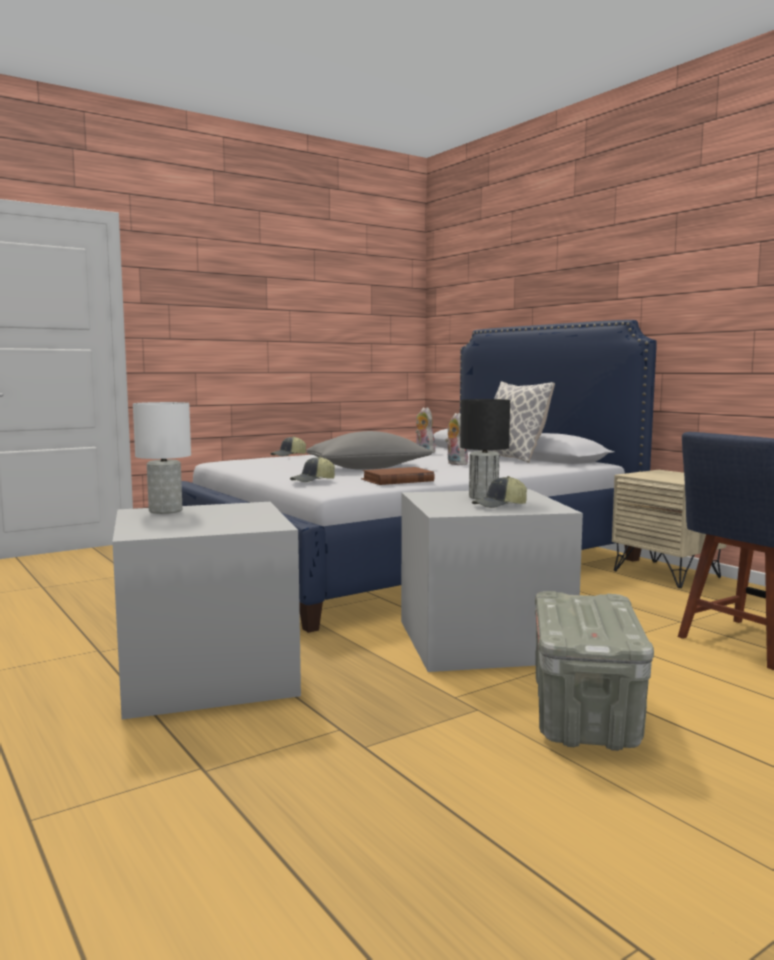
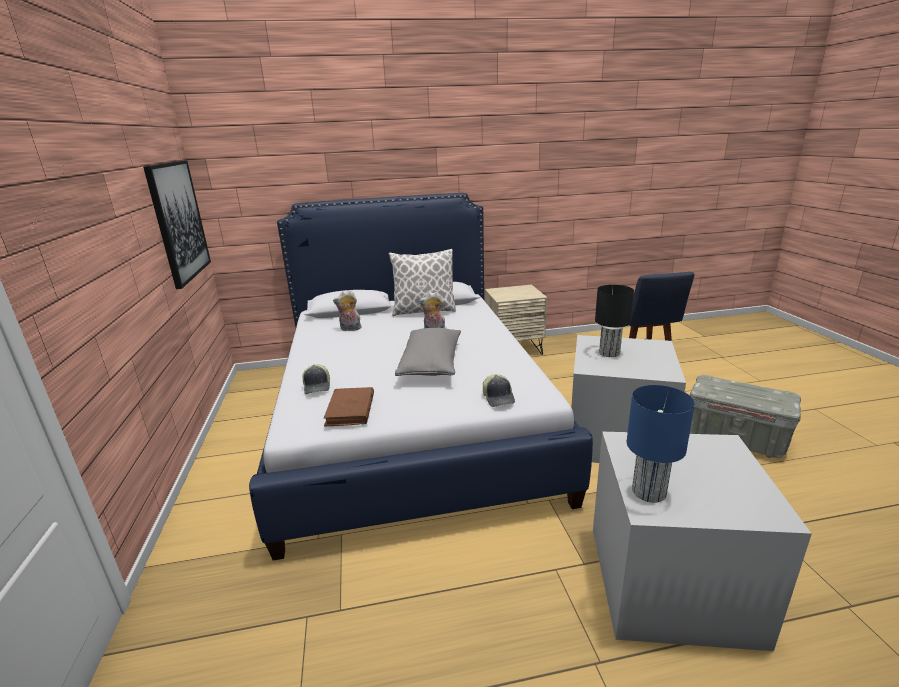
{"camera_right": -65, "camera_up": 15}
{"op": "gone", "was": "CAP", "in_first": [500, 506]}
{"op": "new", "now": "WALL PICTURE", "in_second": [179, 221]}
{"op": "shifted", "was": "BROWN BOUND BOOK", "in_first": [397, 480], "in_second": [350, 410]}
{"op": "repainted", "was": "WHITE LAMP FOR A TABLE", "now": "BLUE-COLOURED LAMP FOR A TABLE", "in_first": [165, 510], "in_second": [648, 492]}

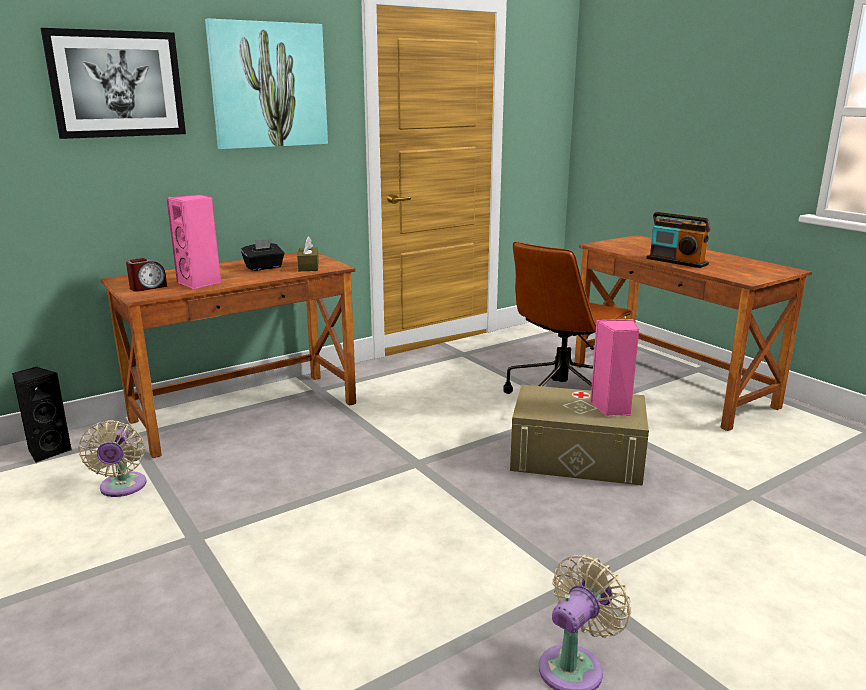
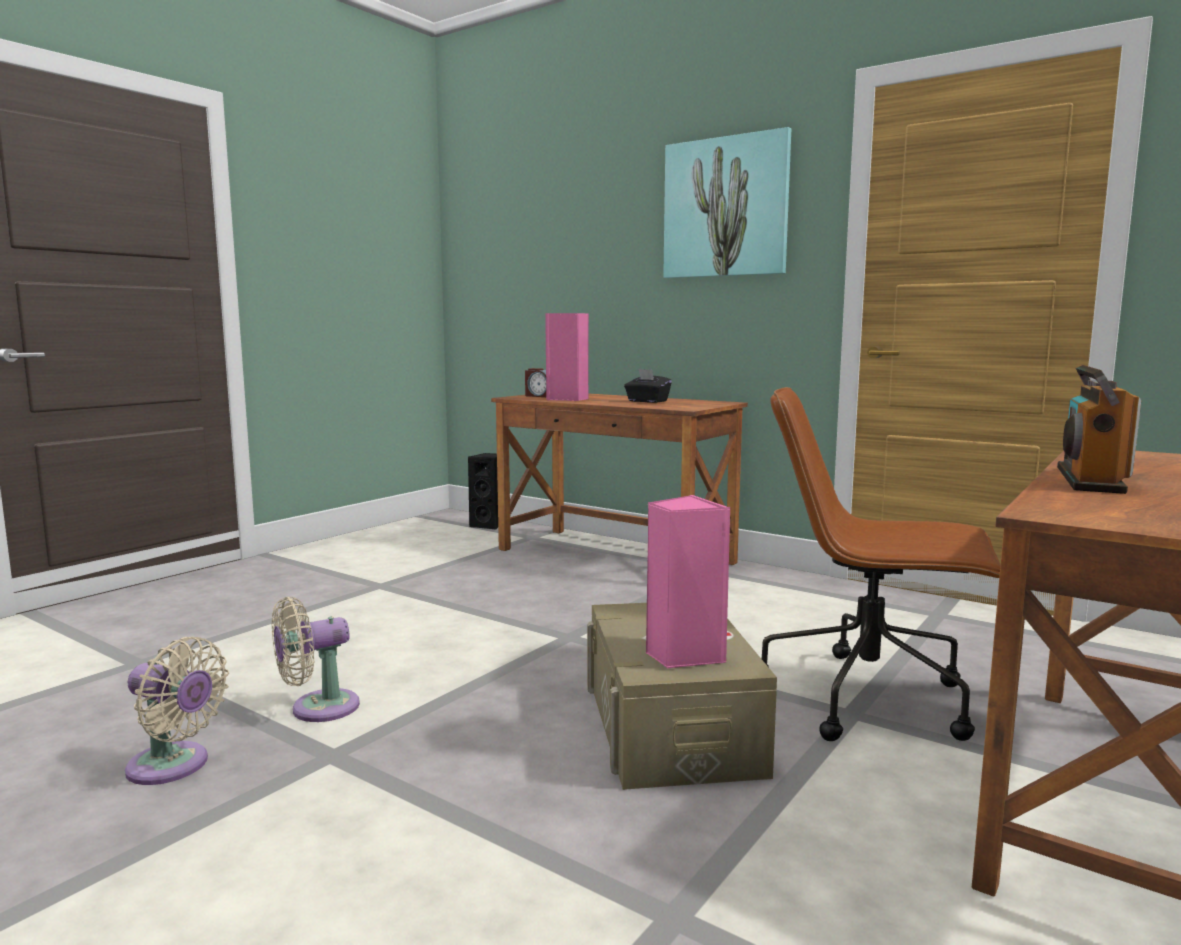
{"camera_right": 70, "camera_up": -10}
{"op": "gone", "was": "WALL PICTURE", "in_first": [117, 84]}
{"op": "gone", "was": "BROWN TISSUE HOLDER", "in_first": [308, 266]}
{"op": "shifted", "was": "SAND-COLOURED FAN", "in_first": [122, 488], "in_second": [318, 709]}

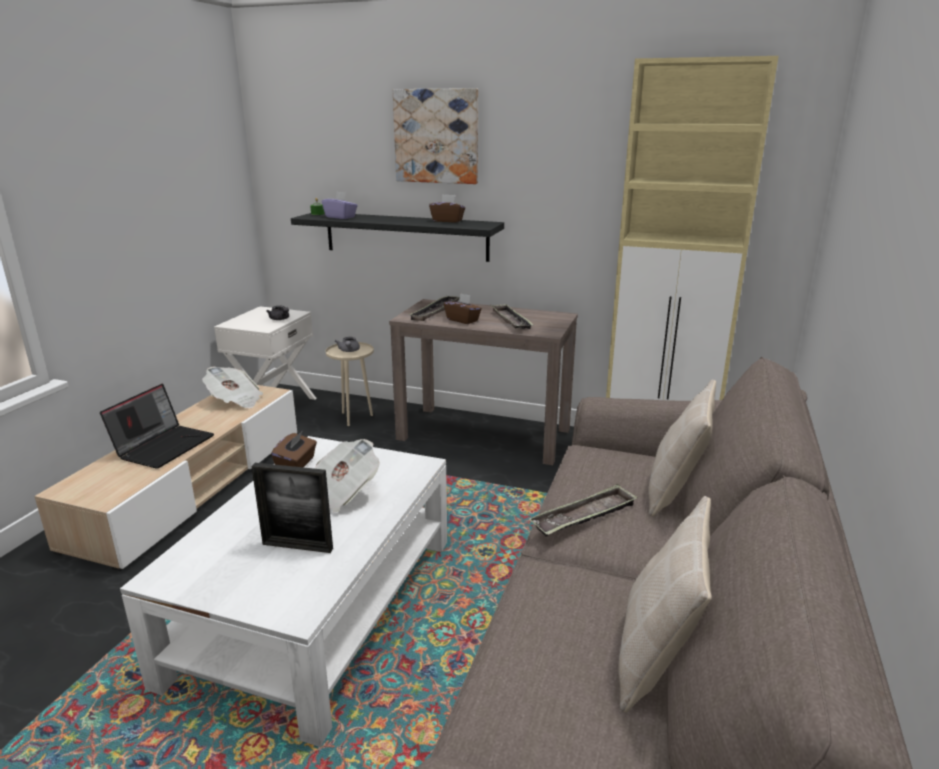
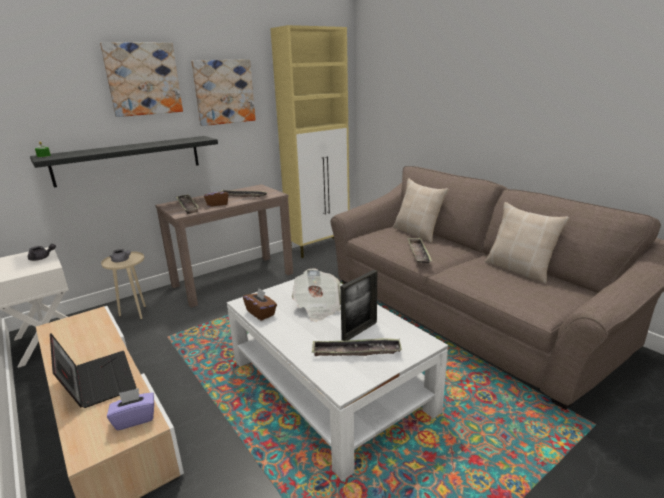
{"camera_right": -55, "camera_up": 0}
{"op": "gone", "was": "PRINTED PAPER", "in_first": [235, 400]}
{"op": "gone", "was": "BROWN TISSUE HOLDER", "in_first": [447, 220]}
{"op": "new", "now": "WALL PICTURE", "in_second": [224, 92]}
{"op": "new", "now": "SERVING TRAY", "in_second": [356, 351]}
{"op": "shifted", "was": "PURPLE-COLOURED TISSUE HOLDER", "in_first": [340, 217], "in_second": [135, 418]}

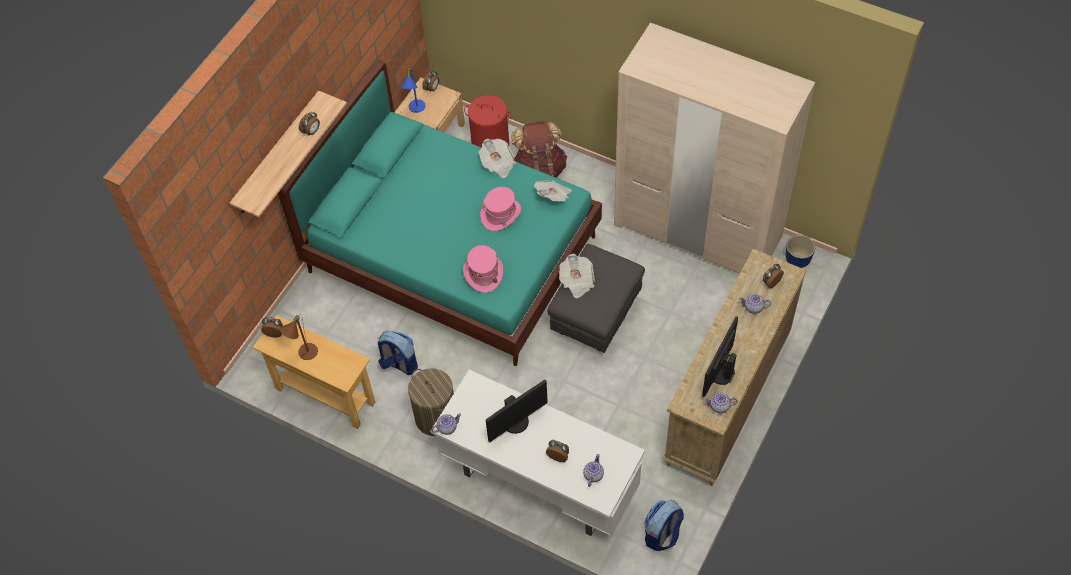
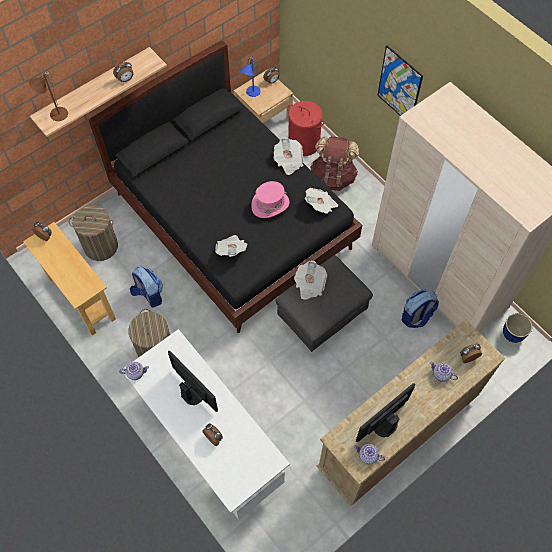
{"camera_right": 20, "camera_up": 5}
{"op": "gone", "was": "TEA POT", "in_first": [593, 475]}
{"op": "new", "now": "HAMPER", "in_second": [101, 246]}
{"op": "new", "now": "WALL PICTURE", "in_second": [399, 85]}
{"op": "shifted", "was": "BROWN LAMP FOR A TABLE", "in_first": [304, 352], "in_second": [55, 114]}
{"op": "shifted", "was": "KNAPSACK", "in_first": [662, 534], "in_second": [416, 317]}
{"op": "swapped", "was": "PINK-COLOURED CLOTHING HAT", "now": "PRINTED PAPER", "in_first": [483, 273], "in_second": [231, 250]}
{"op": "repainted", "was": "BLUE-GREEN SLEEPING BED", "now": "BLACK SLEEPING BED", "in_first": [453, 253], "in_second": [233, 220]}
{"op": "rotated", "was": "COMPUTER SCREEN", "in_first": [516, 422], "in_second": [193, 392], "clockwise": -120}

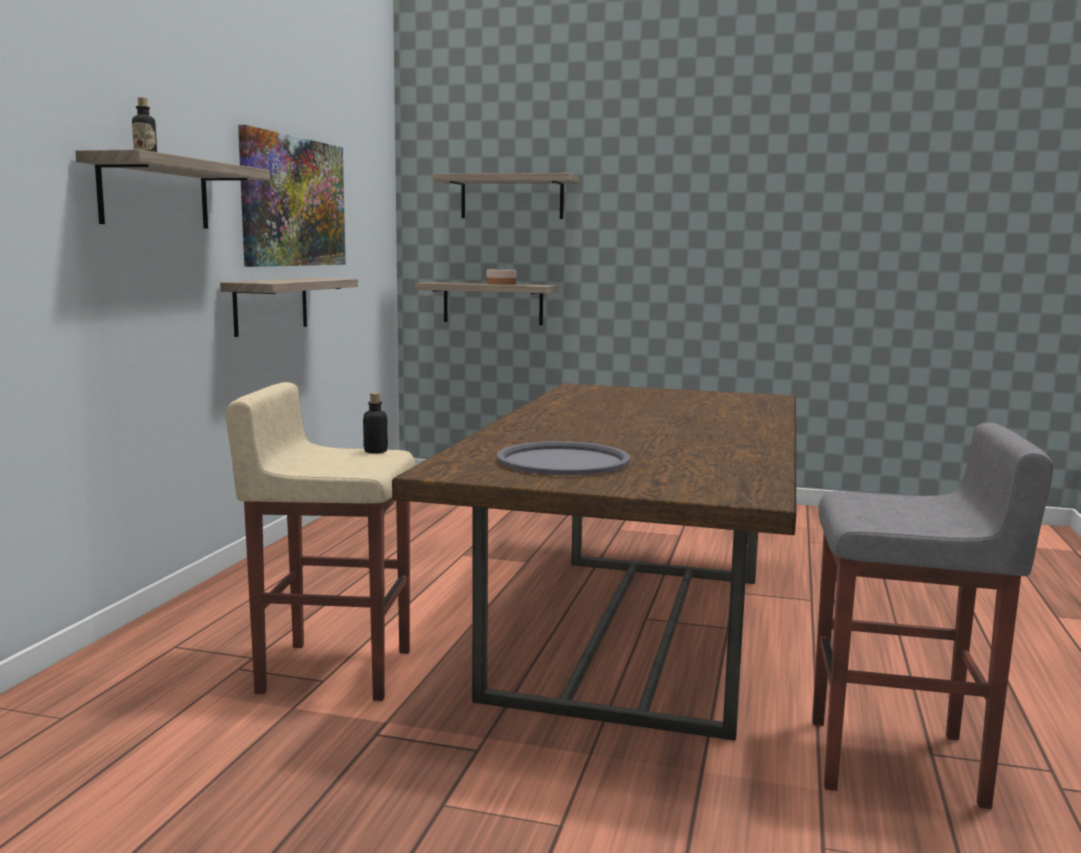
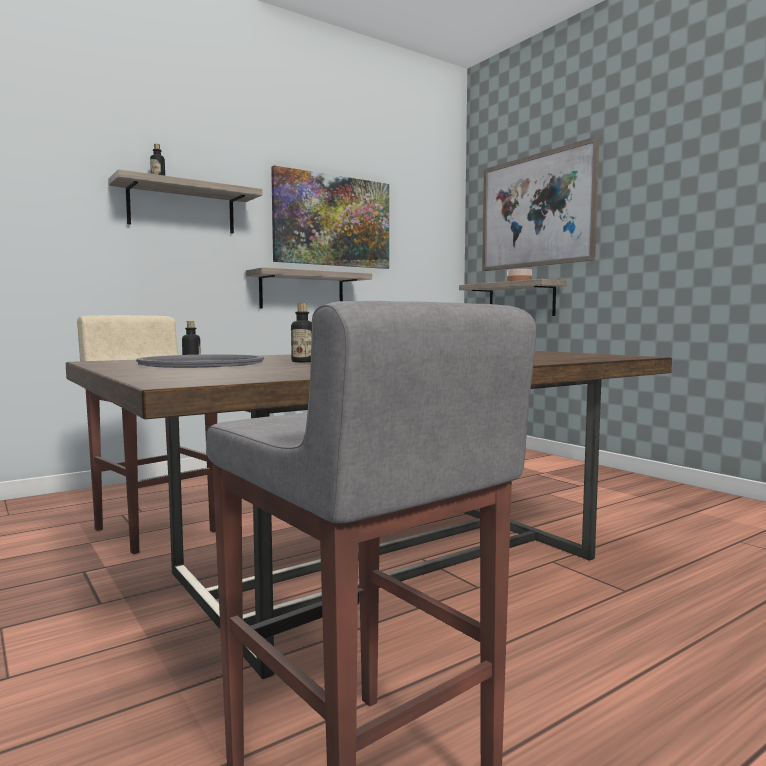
{"camera_right": 40, "camera_up": -5}
{"op": "new", "now": "DRINK BOTTLE", "in_second": [302, 361]}
{"op": "swapped", "was": "WALL SHELF", "now": "WALL PICTURE", "in_first": [512, 197], "in_second": [535, 210]}

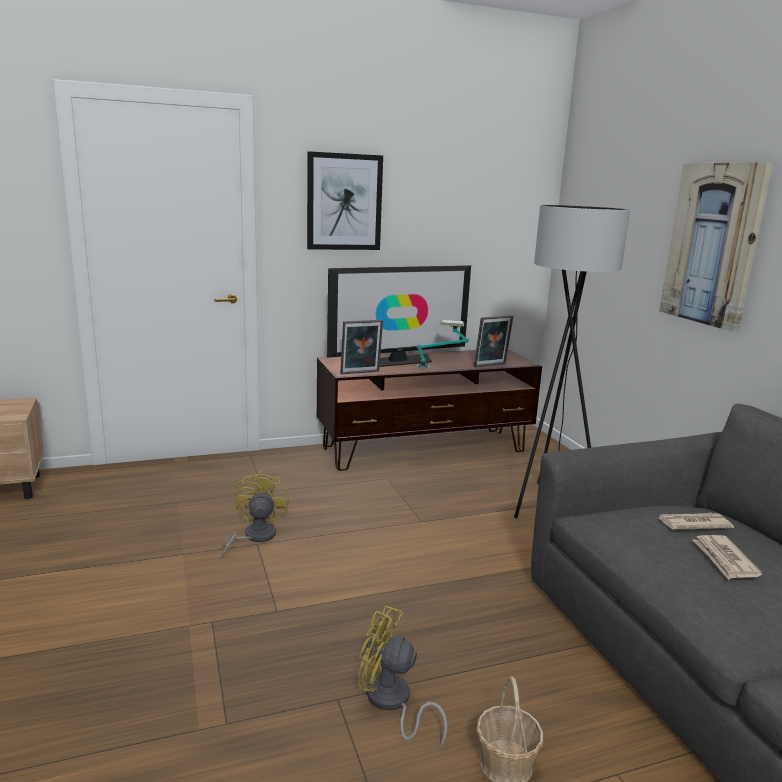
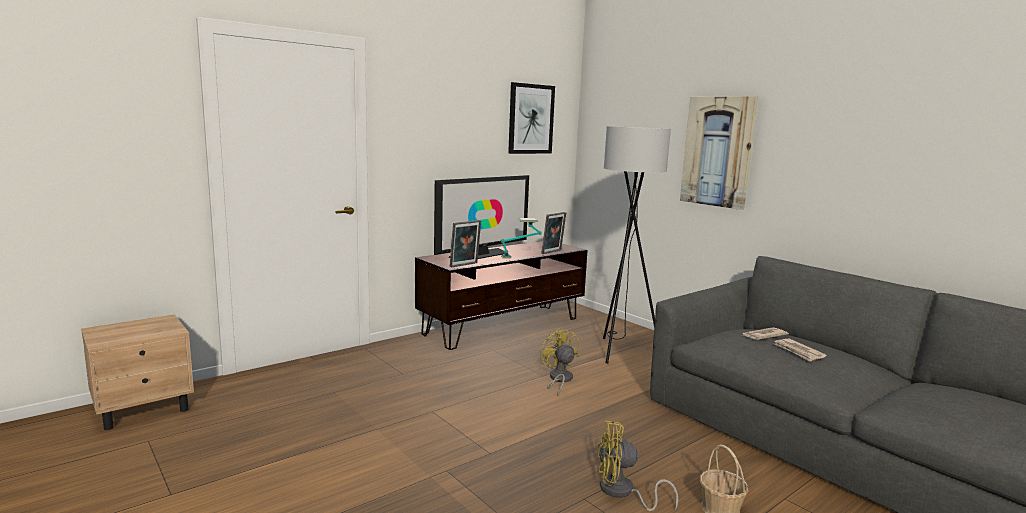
{"camera_right": -20, "camera_up": -5}
{"op": "shifted", "was": "YELLOW-COLOURED FAN", "in_first": [254, 537], "in_second": [559, 379]}
{"op": "shifted", "was": "WALL PICTURE", "in_first": [344, 202], "in_second": [531, 119]}

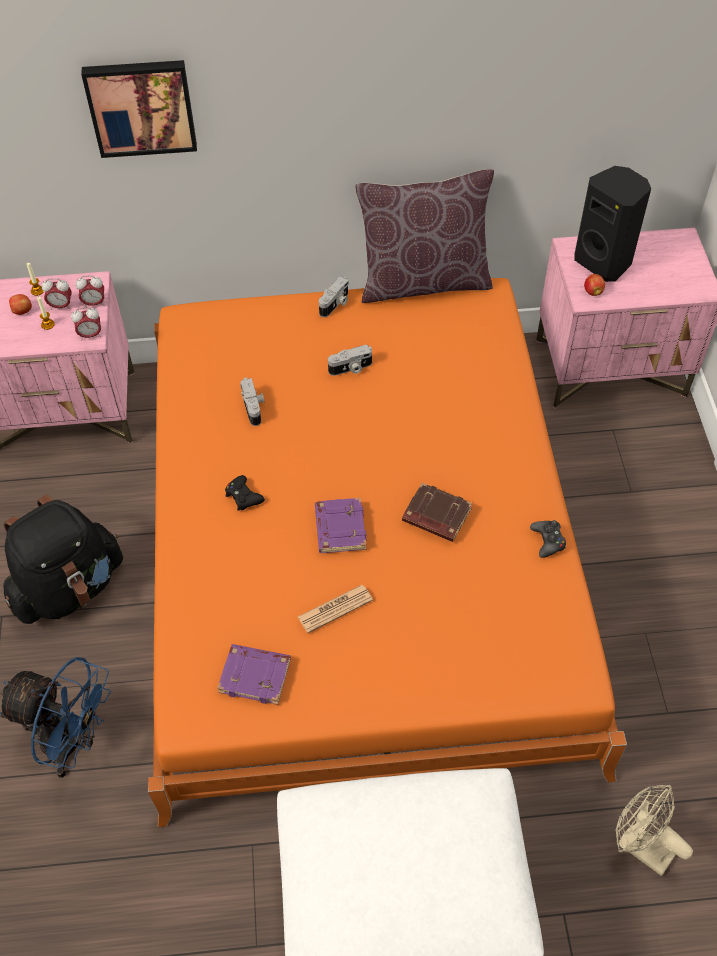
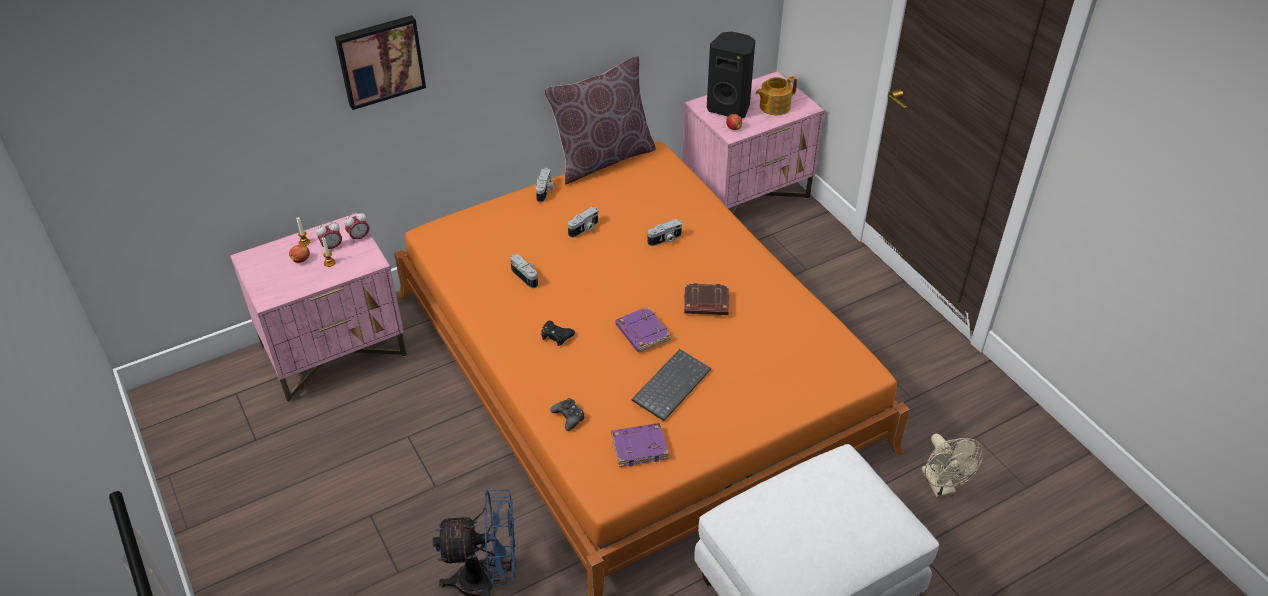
{"camera_right": -25, "camera_up": -10}
{"op": "gone", "was": "BLACK KNAPSACK", "in_first": [69, 587]}
{"op": "gone", "was": "TABLE CLOCK", "in_first": [90, 335]}
{"op": "new", "now": "PHOTO CAMERA", "in_second": [665, 240]}
{"op": "new", "now": "TEA POT", "in_second": [774, 106]}
{"op": "shifted", "was": "BLACK GAME CONTROLLER", "in_first": [548, 541], "in_second": [568, 417]}
{"op": "swapped", "was": "PRINTED PAPER", "now": "COMPUTER KEYBOARD", "in_first": [335, 609], "in_second": [671, 384]}
{"op": "rotated", "was": "SAND-COLOURED FAN", "in_first": [640, 846], "in_second": [941, 486], "clockwise": -120}

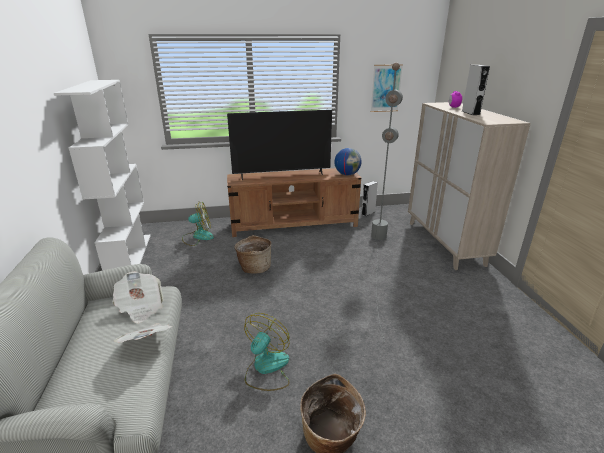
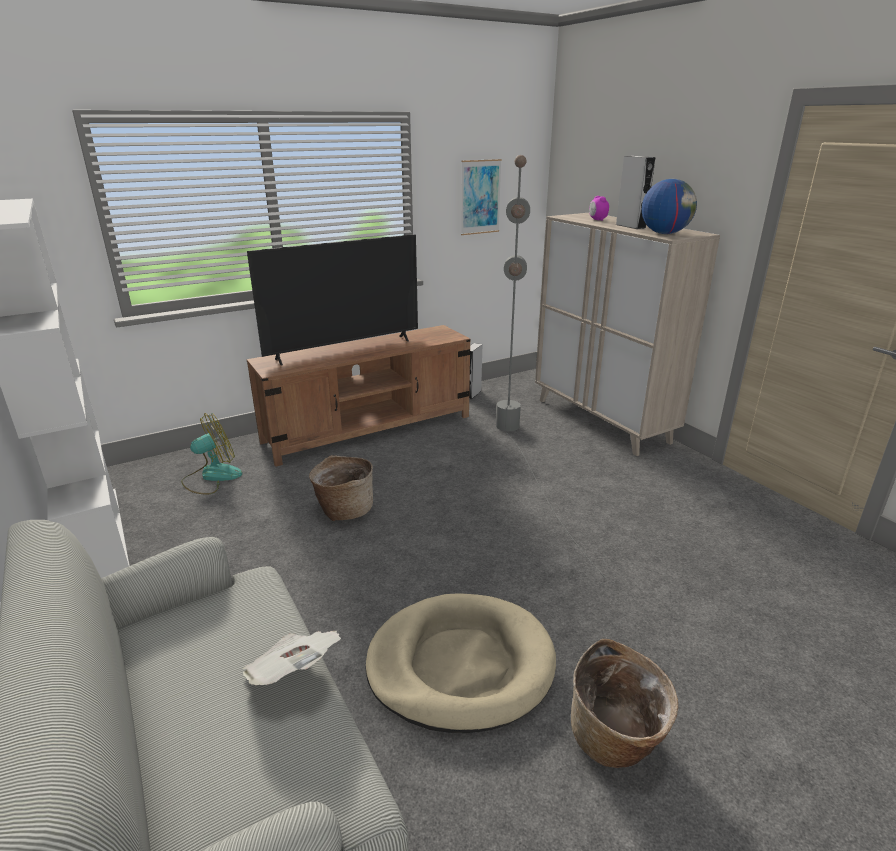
{"camera_right": -20, "camera_up": 0}
{"op": "gone", "was": "PRINTED PAPER", "in_first": [141, 307]}
{"op": "shifted", "was": "GLOBE", "in_first": [347, 174], "in_second": [664, 233]}
{"op": "swapped", "was": "FAN", "now": "SAND-COLOURED PET BED", "in_first": [266, 368], "in_second": [460, 664]}

